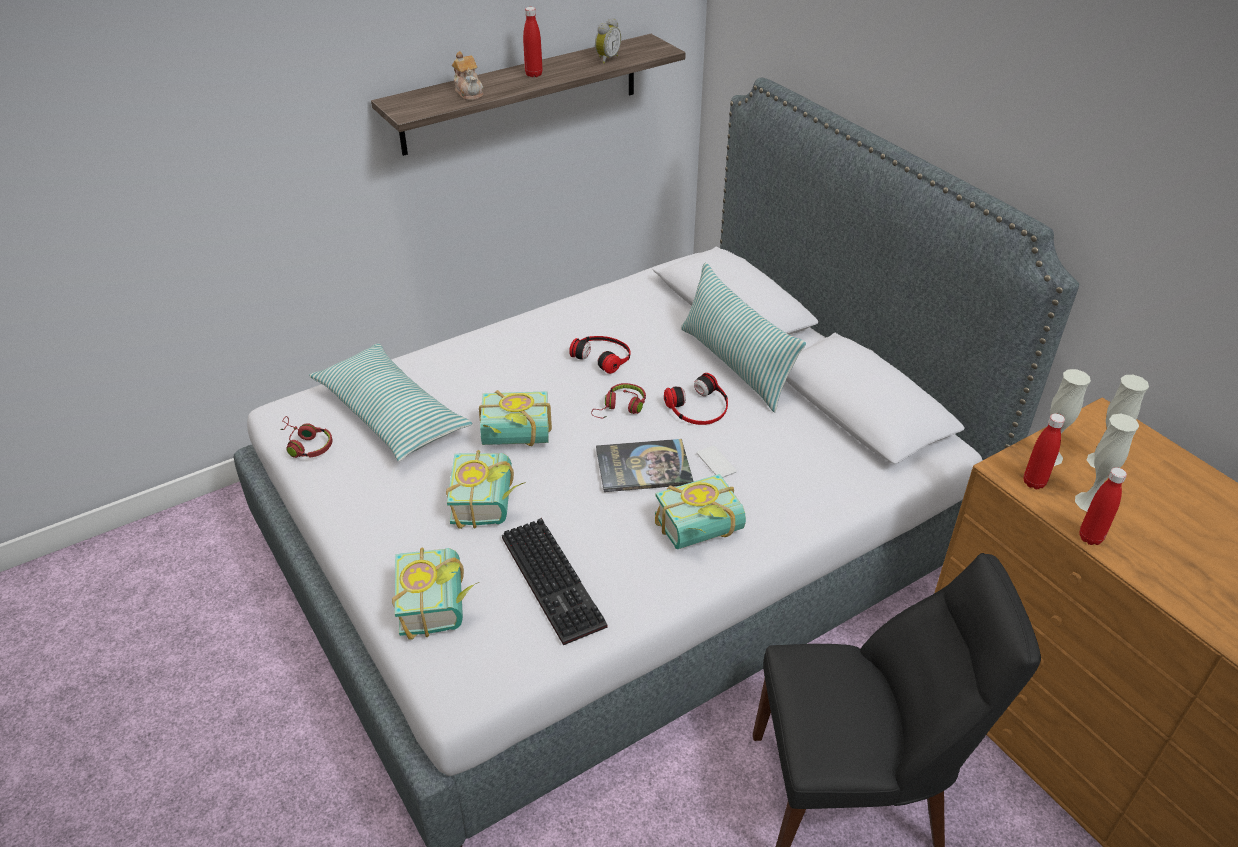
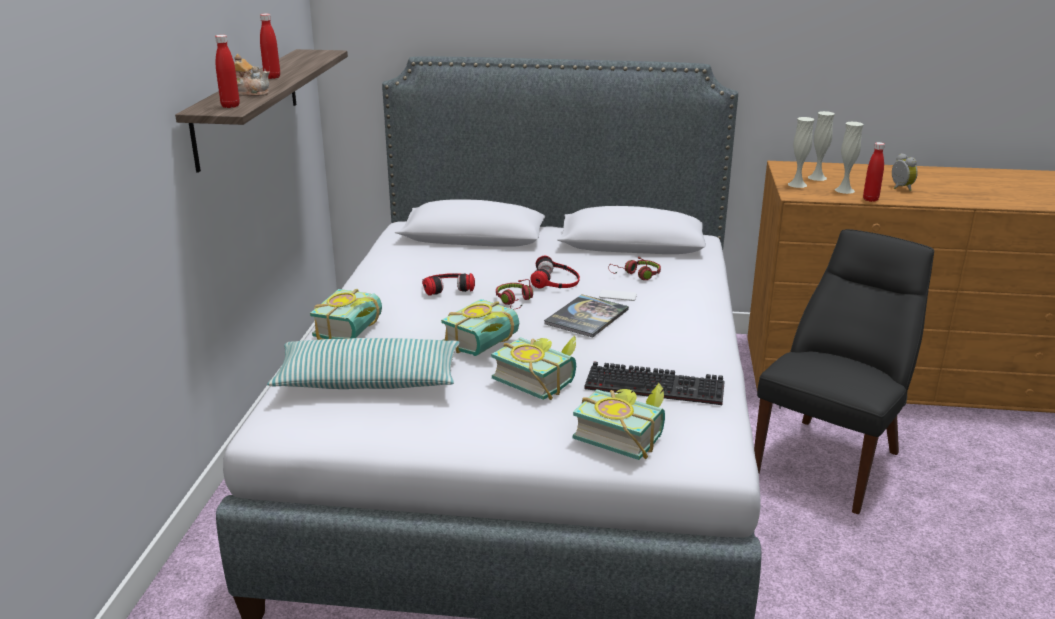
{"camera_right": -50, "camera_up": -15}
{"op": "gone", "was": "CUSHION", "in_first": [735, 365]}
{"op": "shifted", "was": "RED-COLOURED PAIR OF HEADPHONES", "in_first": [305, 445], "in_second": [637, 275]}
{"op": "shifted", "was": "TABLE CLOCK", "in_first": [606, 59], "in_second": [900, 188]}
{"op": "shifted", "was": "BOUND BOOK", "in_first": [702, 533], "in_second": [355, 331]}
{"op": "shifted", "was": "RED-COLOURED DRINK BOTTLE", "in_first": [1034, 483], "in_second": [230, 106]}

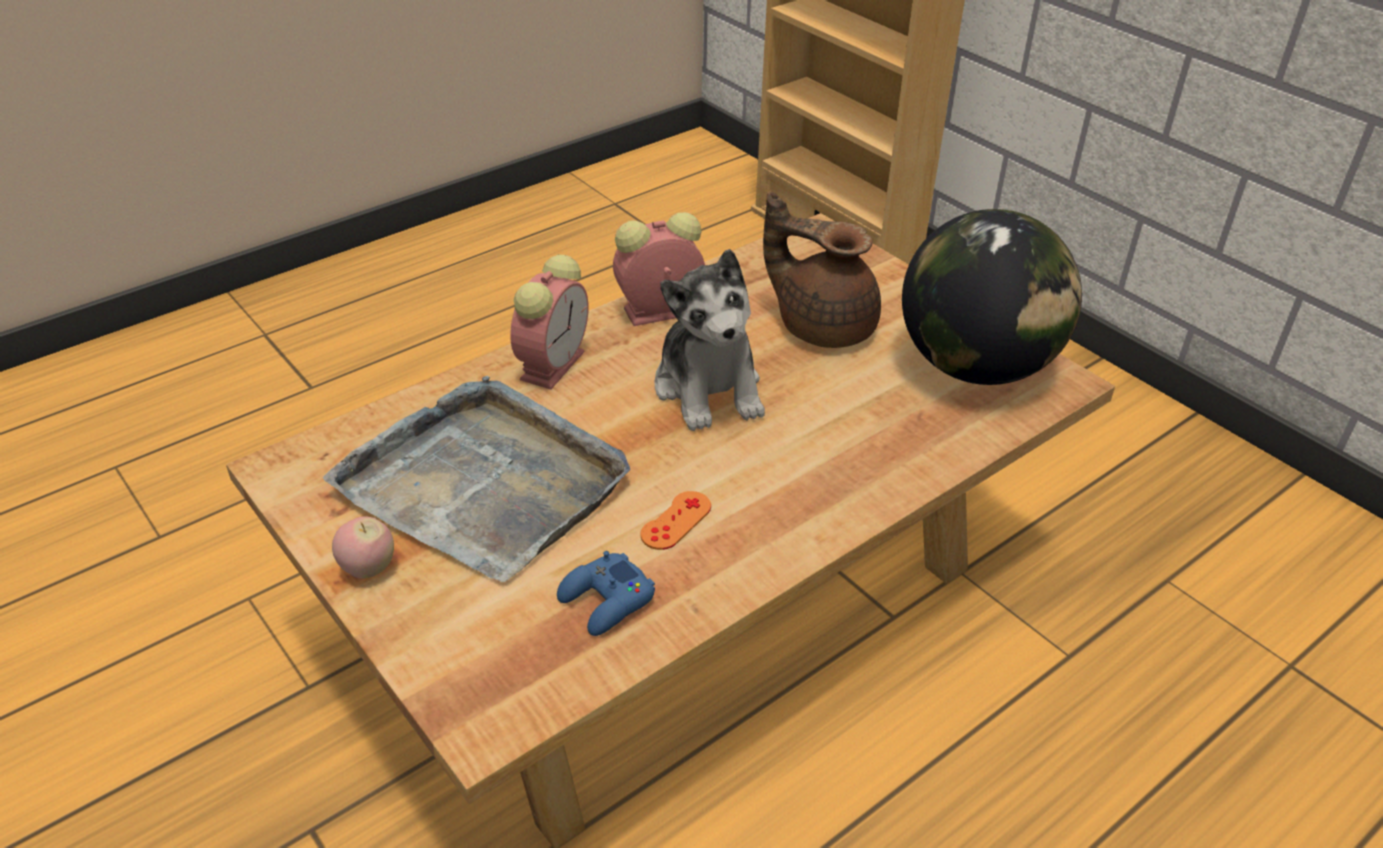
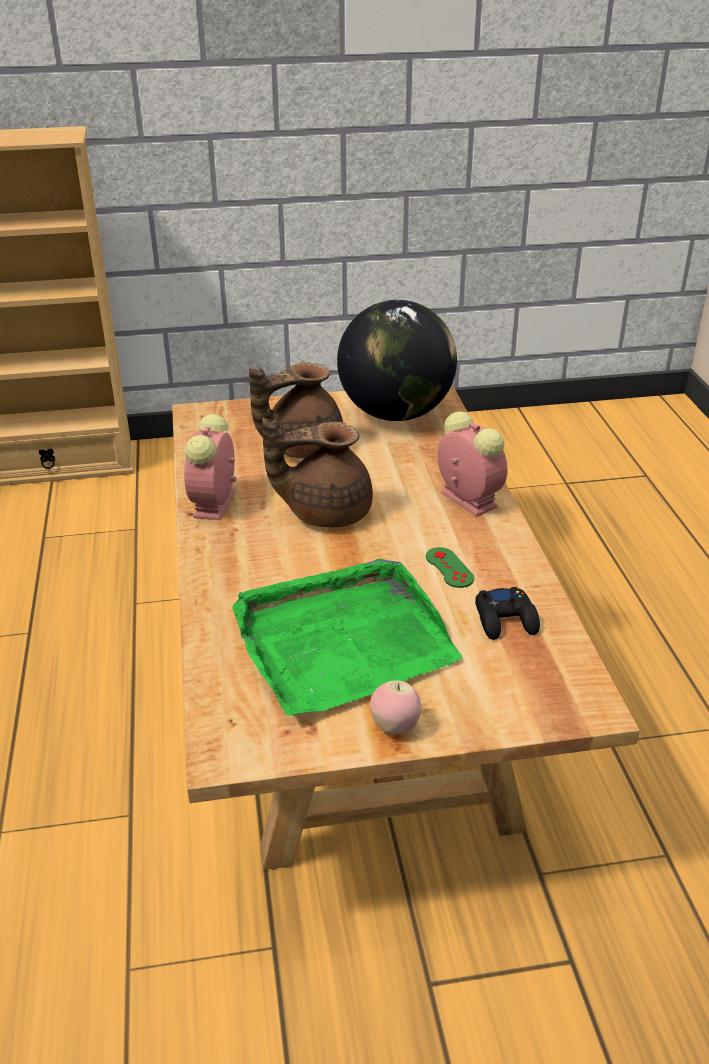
{"camera_right": -60, "camera_up": -5}
{"op": "shifted", "was": "TABLE CLOCK", "in_first": [553, 363], "in_second": [466, 498]}
{"op": "swapped", "was": "SOFT TOY", "now": "BROWN TEA POT", "in_first": [709, 388], "in_second": [325, 512]}
{"op": "repainted", "was": "GRAY SERVING TRAY", "now": "GREEN SERVING TRAY", "in_first": [485, 483], "in_second": [342, 641]}
{"op": "repainted", "was": "BLUE-COLOURED GAME CONTROLLER", "now": "BLACK GAME CONTROLLER", "in_first": [606, 601], "in_second": [506, 620]}
{"op": "repainted", "was": "ORANGE-COLOURED GAME CONTROLLER", "now": "GREEN GAME CONTROLLER", "in_first": [676, 520], "in_second": [449, 568]}

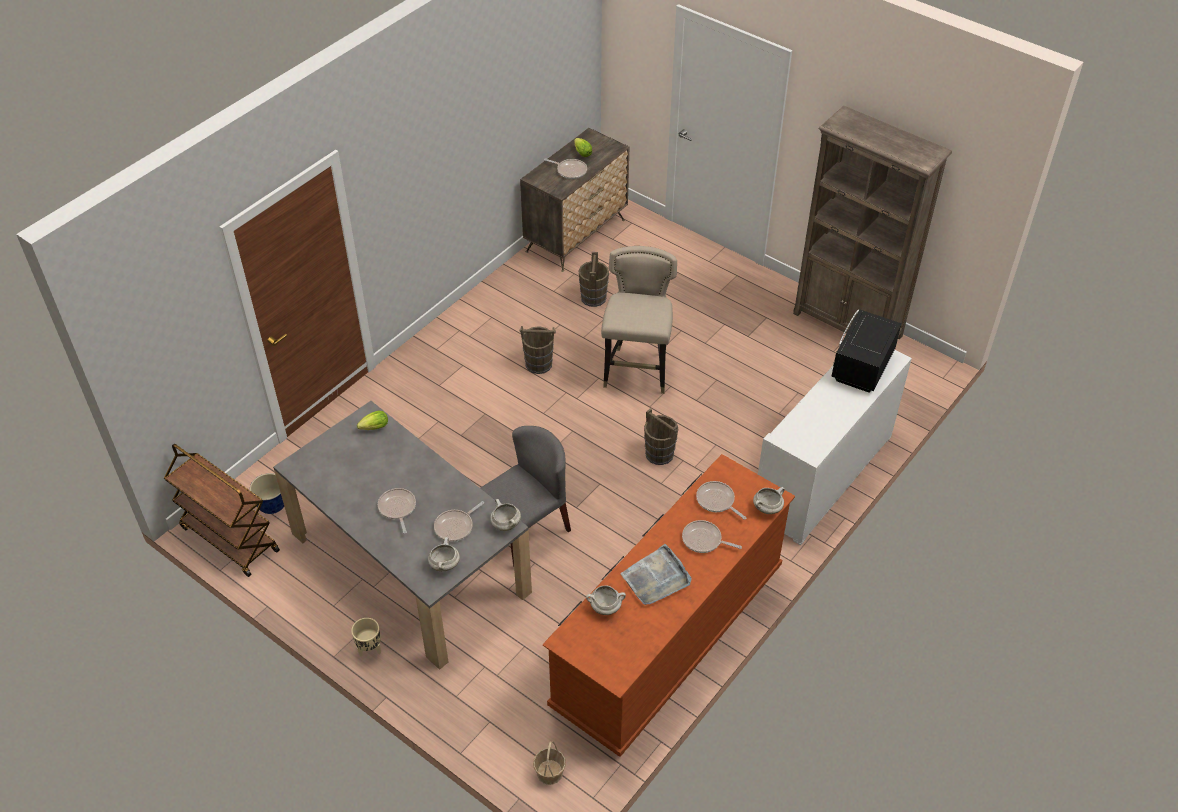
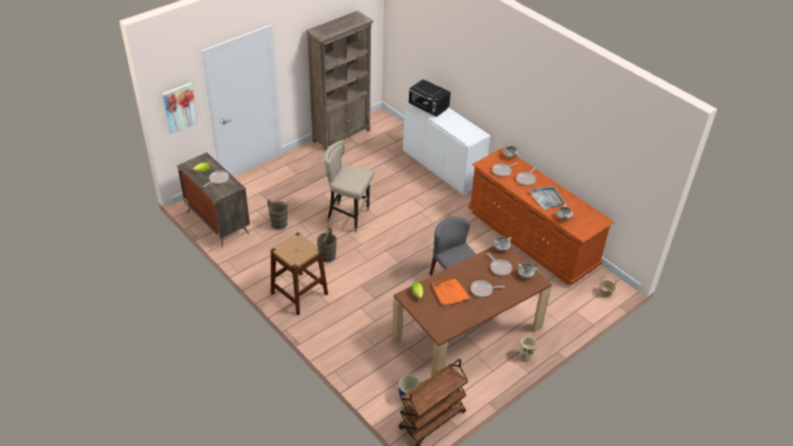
{"camera_right": -80, "camera_up": -5}
{"op": "gone", "was": "BROWN PAIL", "in_first": [659, 454]}
{"op": "new", "now": "WALL PICTURE", "in_second": [179, 108]}
{"op": "new", "now": "BROWN SITTING STOOL", "in_second": [299, 293]}
{"op": "new", "now": "ORANGE-COLOURED SERVING TRAY", "in_second": [450, 293]}
{"op": "repainted", "was": "GRAY DINING TABLE", "now": "BROWN DINING TABLE", "in_first": [410, 562], "in_second": [467, 332]}

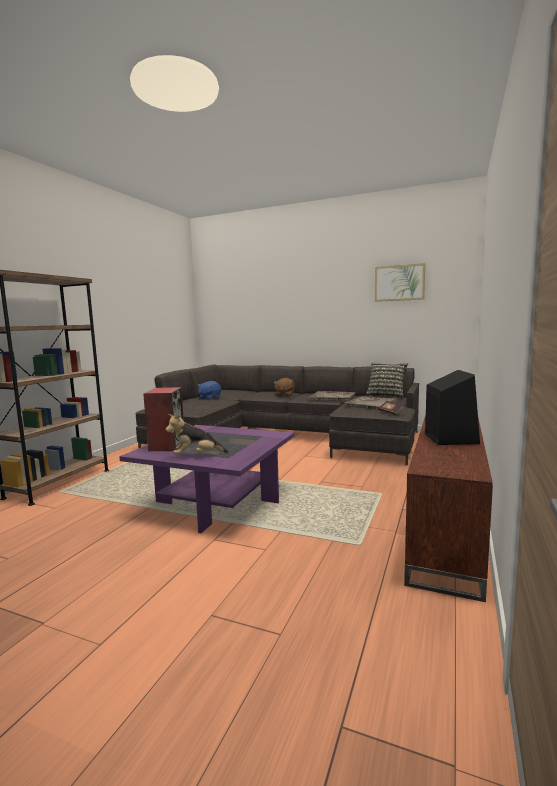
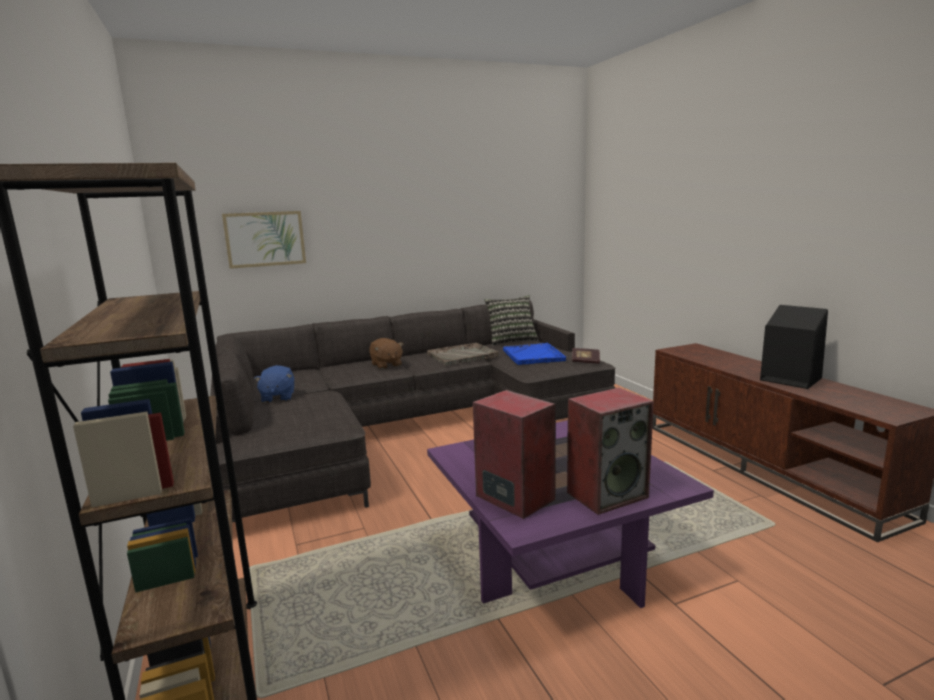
{"camera_right": -45, "camera_up": 5}
{"op": "shifted", "was": "WALL PICTURE", "in_first": [399, 283], "in_second": [265, 239]}
{"op": "swapped", "was": "SOFT TOY", "now": "AUDIO SPEAKER", "in_first": [196, 456], "in_second": [607, 494]}
{"op": "repainted", "was": "GRAY SERVING TRAY", "now": "BLUE-COLOURED SERVING TRAY", "in_first": [370, 404], "in_second": [533, 355]}

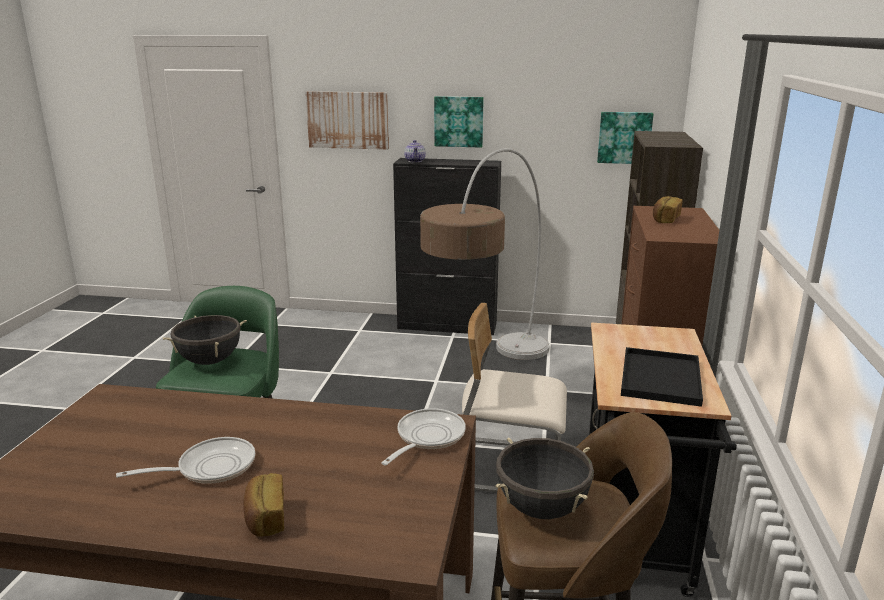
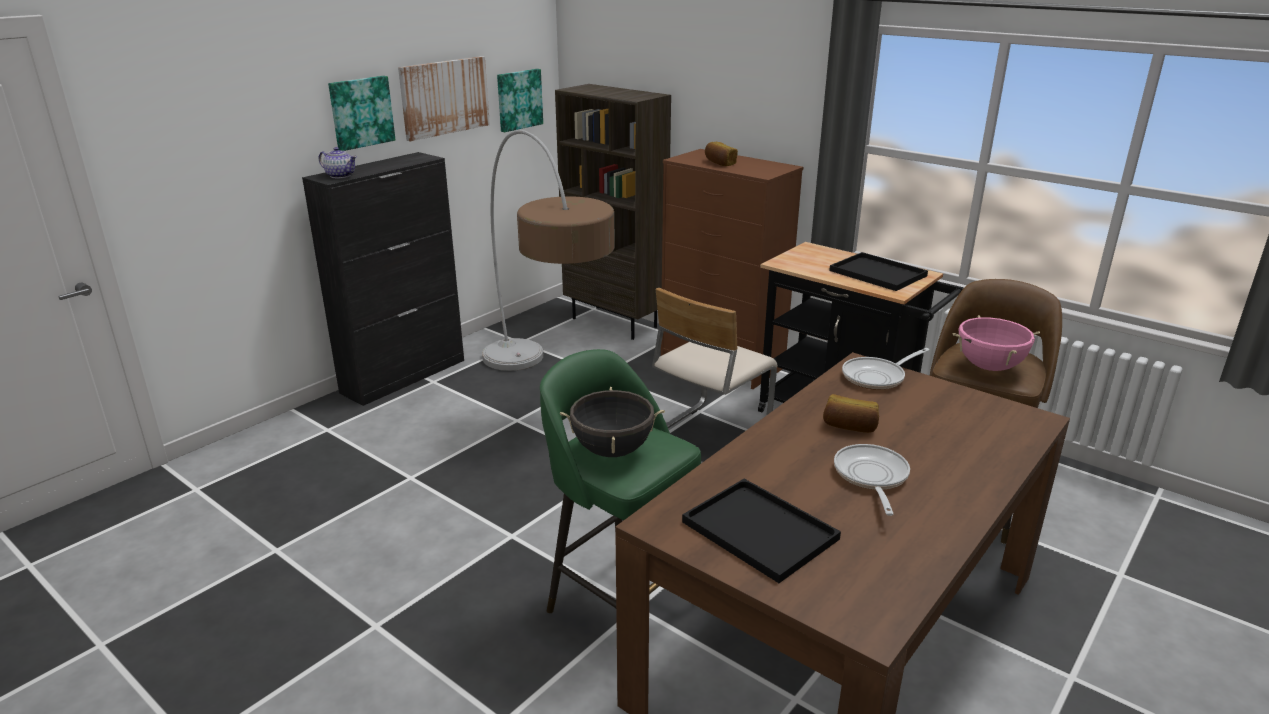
{"camera_right": -60, "camera_up": 5}
{"op": "new", "now": "BLACK SERVING TRAY", "in_second": [763, 531]}
{"op": "shifted", "was": "BAKED BREAD", "in_first": [265, 518], "in_second": [849, 426]}
{"op": "shifted", "was": "WALL PICTURE", "in_first": [348, 120], "in_second": [444, 97]}
{"op": "repainted", "was": "BLACK COOKING POT", "now": "PINK-COLOURED COOKING POT", "in_first": [542, 509], "in_second": [989, 367]}
{"op": "rotated", "was": "PAN", "in_first": [427, 438], "in_second": [877, 377], "clockwise": -90}

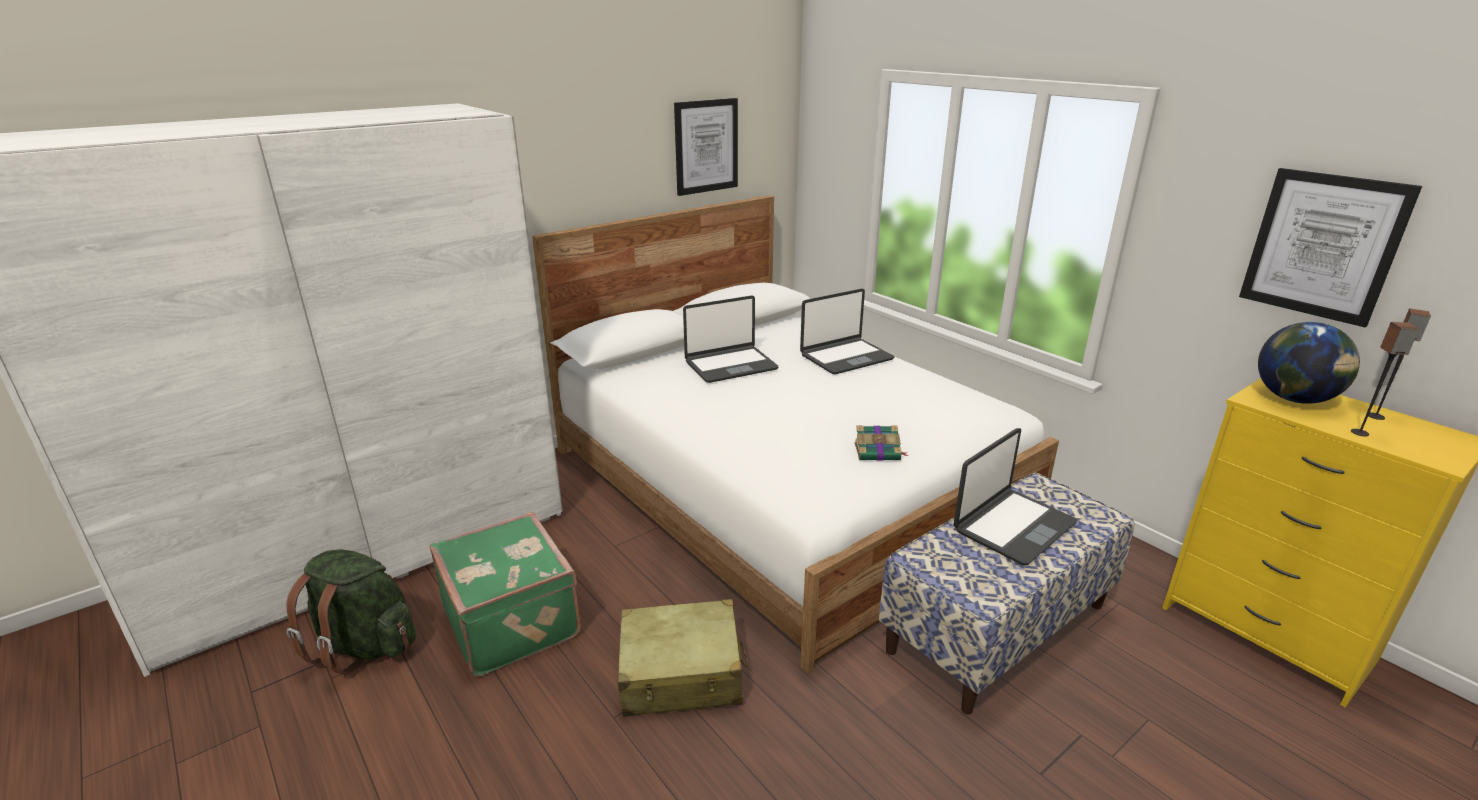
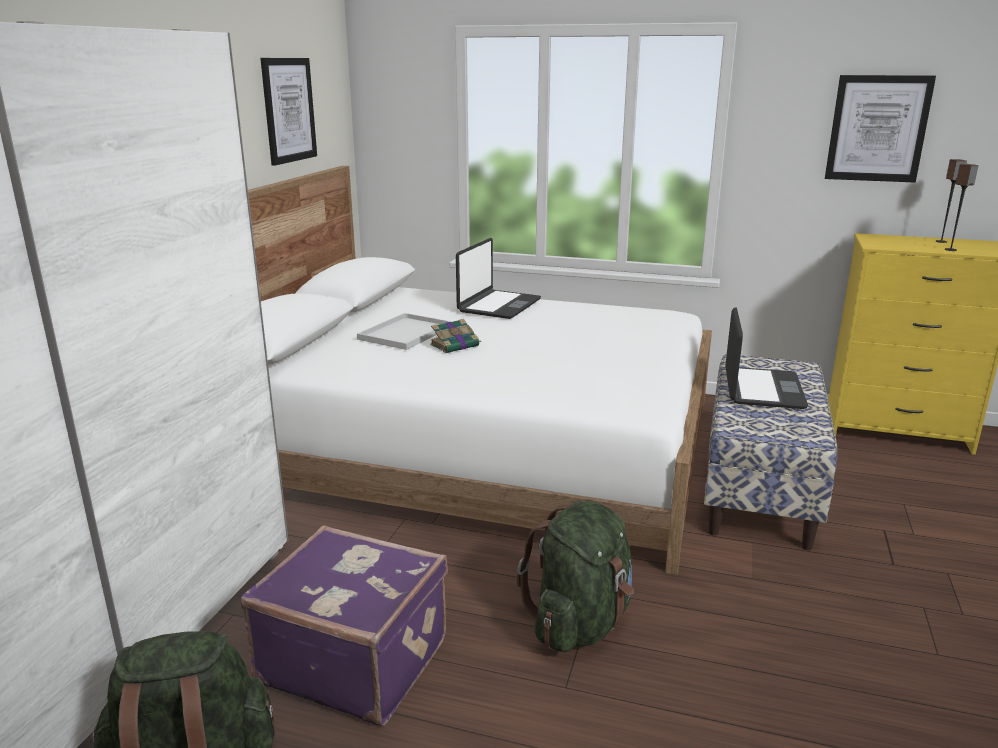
{"camera_right": -35, "camera_up": -5}
{"op": "gone", "was": "GLOBE", "in_first": [1294, 399]}
{"op": "shifted", "was": "BOUND BOOK", "in_first": [878, 452], "in_second": [455, 345]}
{"op": "swapped", "was": "SAND-COLOURED SUITCASE", "now": "GREEN KNAPSACK", "in_first": [681, 673], "in_second": [580, 623]}
{"op": "swapped", "was": "NOTEBOOK COMPUTER", "now": "WHITE SERVING TRAY", "in_first": [730, 365], "in_second": [405, 332]}
{"op": "repainted", "was": "GREEN SUITCASE", "now": "PURPLE-COLOURED SUITCASE", "in_first": [513, 620], "in_second": [355, 659]}

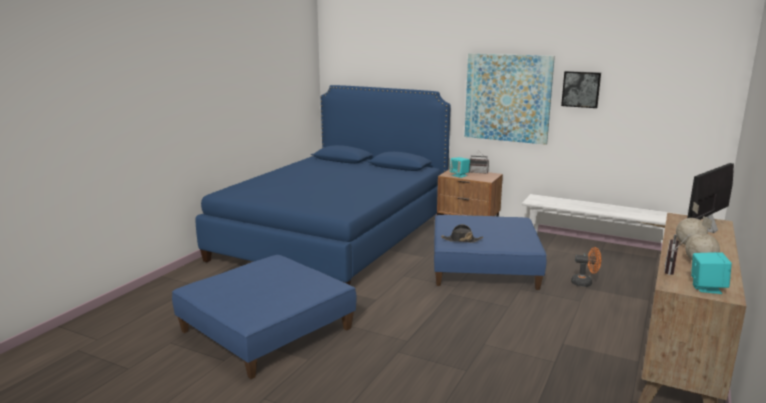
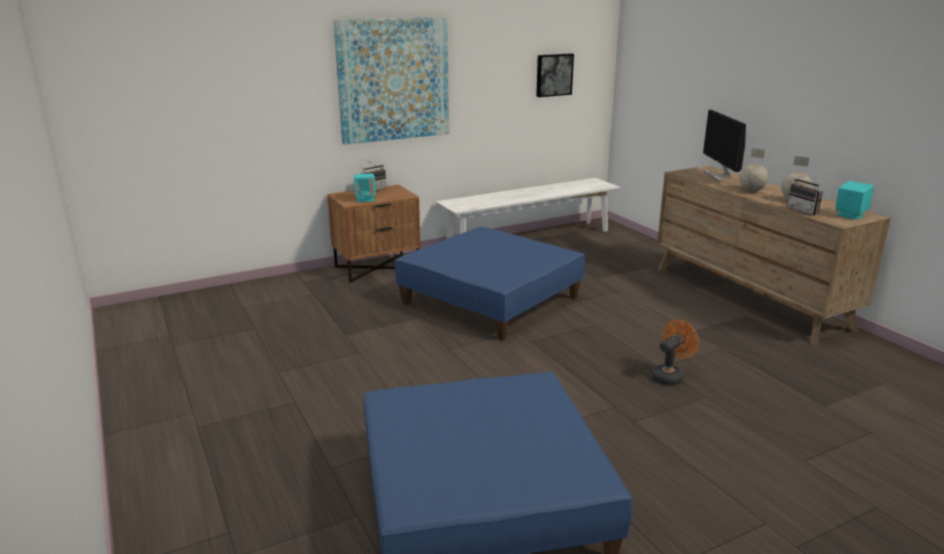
{"camera_right": -55, "camera_up": 5}
{"op": "gone", "was": "BLUE-COLOURED SLEEPING BED", "in_first": [334, 237]}
{"op": "gone", "was": "BLACK CLOTHING HAT", "in_first": [461, 240]}
{"op": "shifted", "was": "WALL PICTURE", "in_first": [581, 89], "in_second": [553, 75]}
{"op": "shifted", "was": "ORANGE-COLOURED FAN", "in_first": [585, 283], "in_second": [670, 376]}

